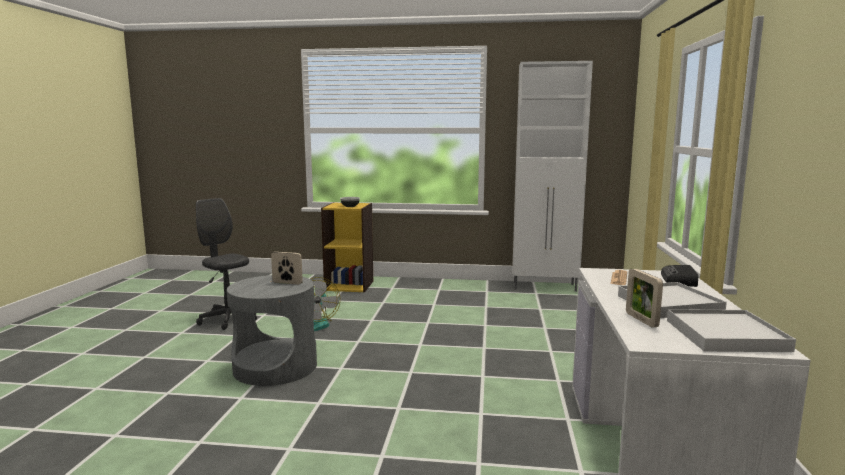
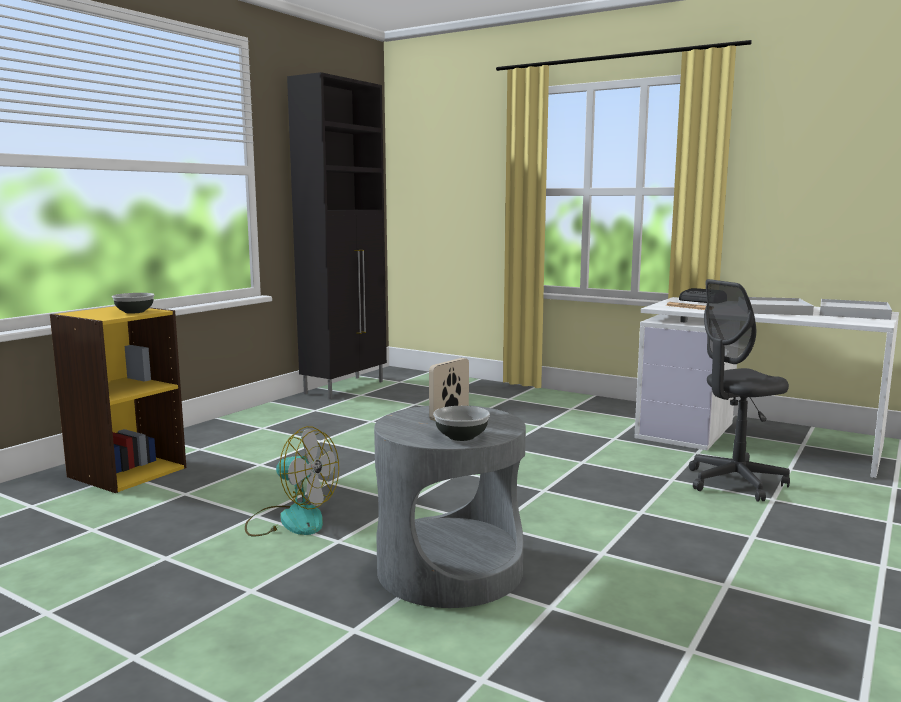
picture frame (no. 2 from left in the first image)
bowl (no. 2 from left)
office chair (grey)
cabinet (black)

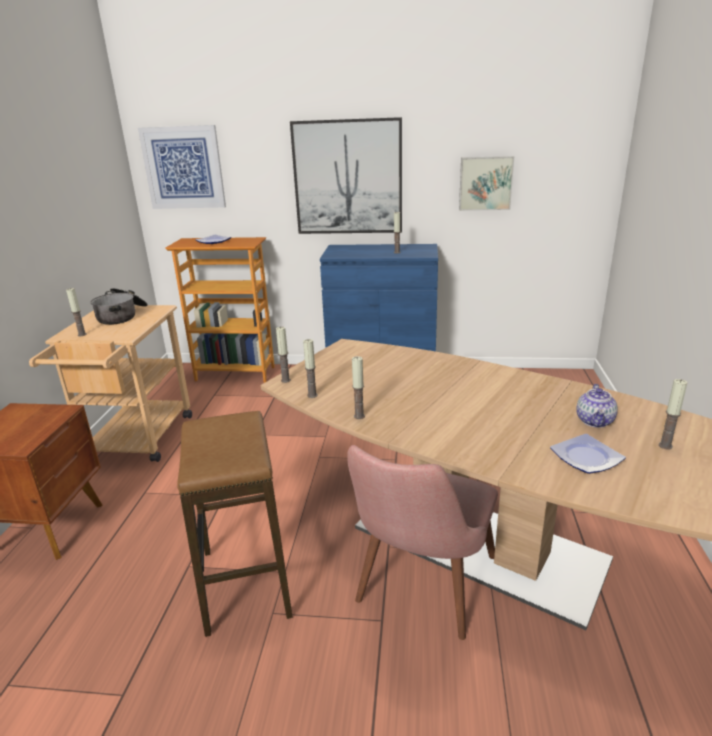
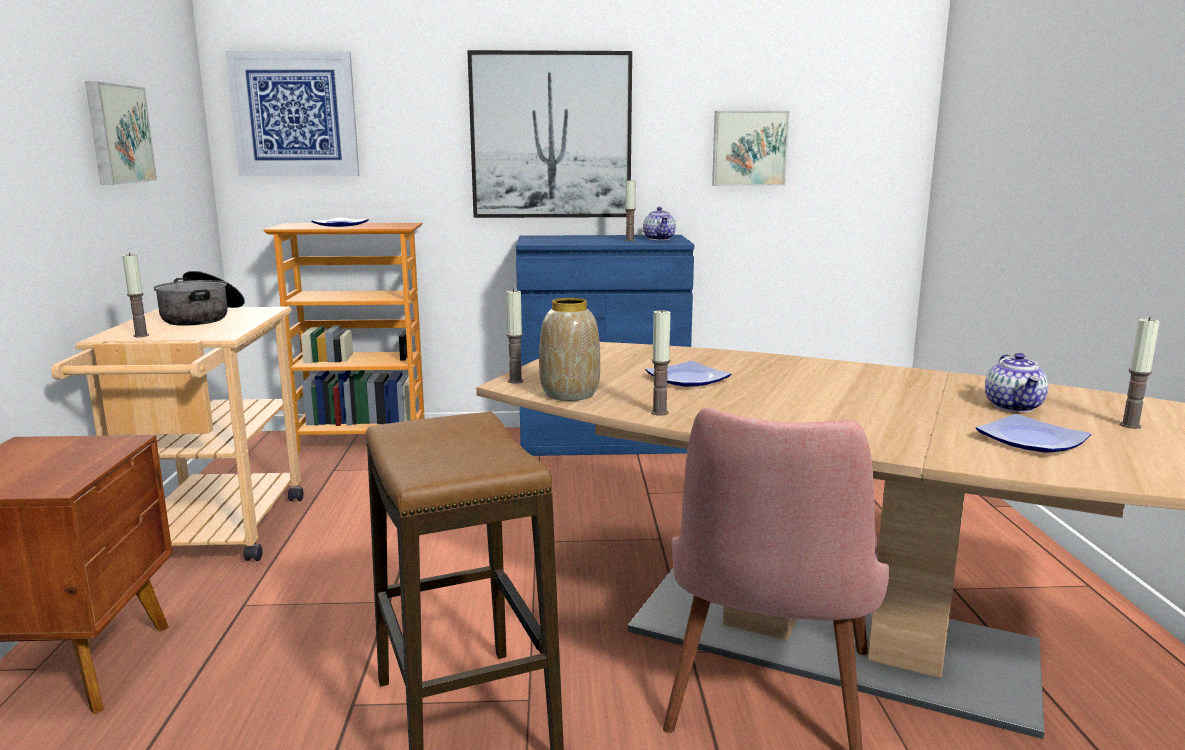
picture (no. 1 from left)
teapot (no. 1 from left)
plate (no. 2 from left)
vase

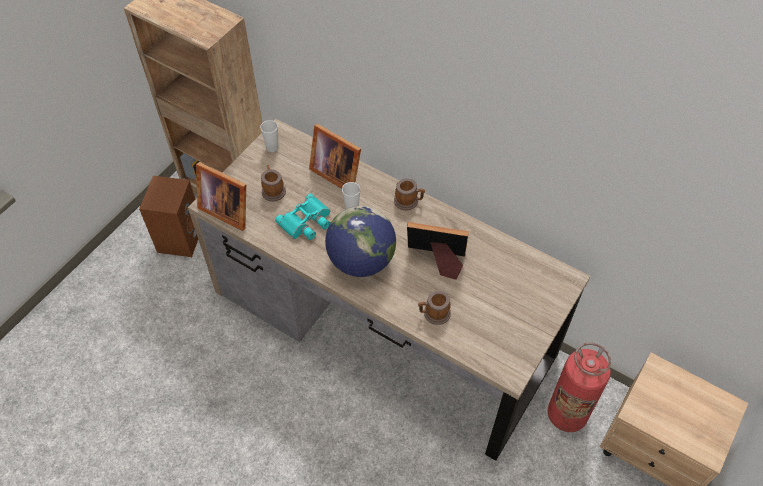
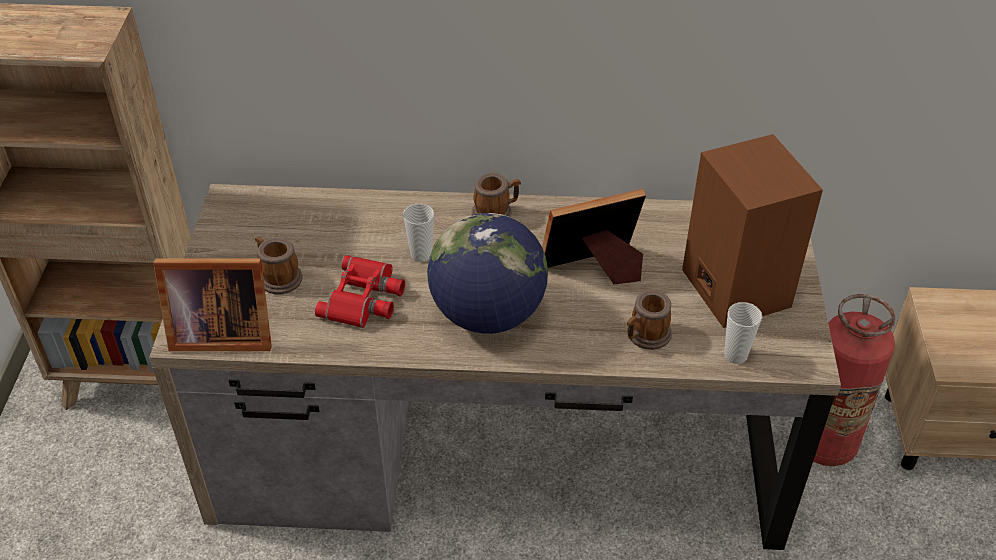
picture frame (no. 2 from left in the first image)
speaker (brown)
cup (no. 2 from left)
binoculars (red)

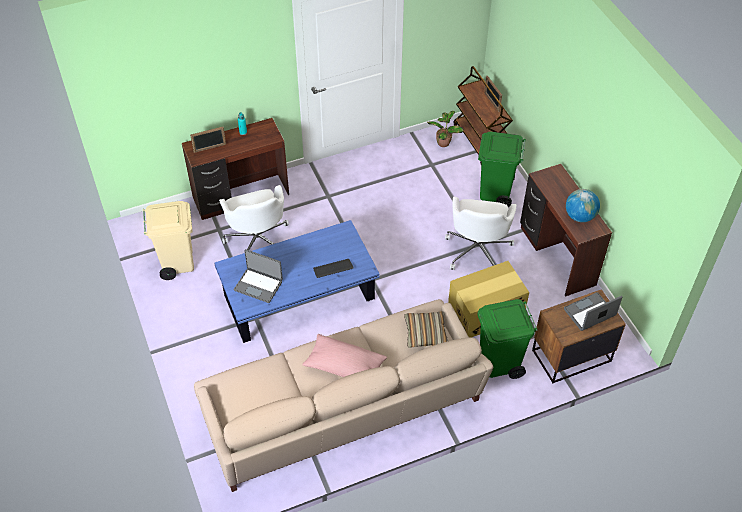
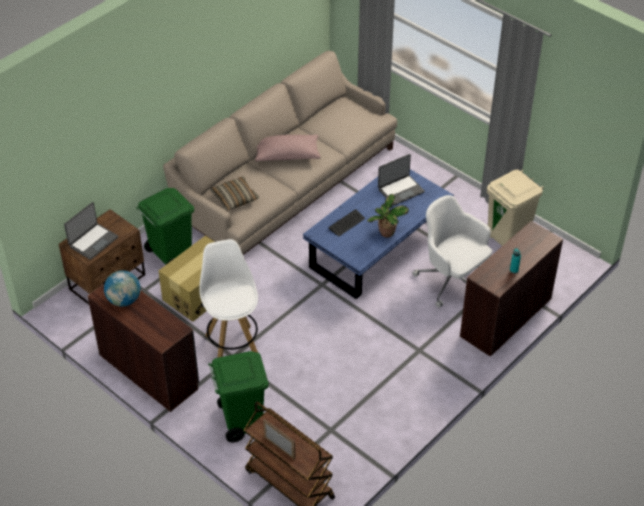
picture frame (no. 1 from left in the first image)
potted plant
stool (white)
laptop (no. 2 from left)

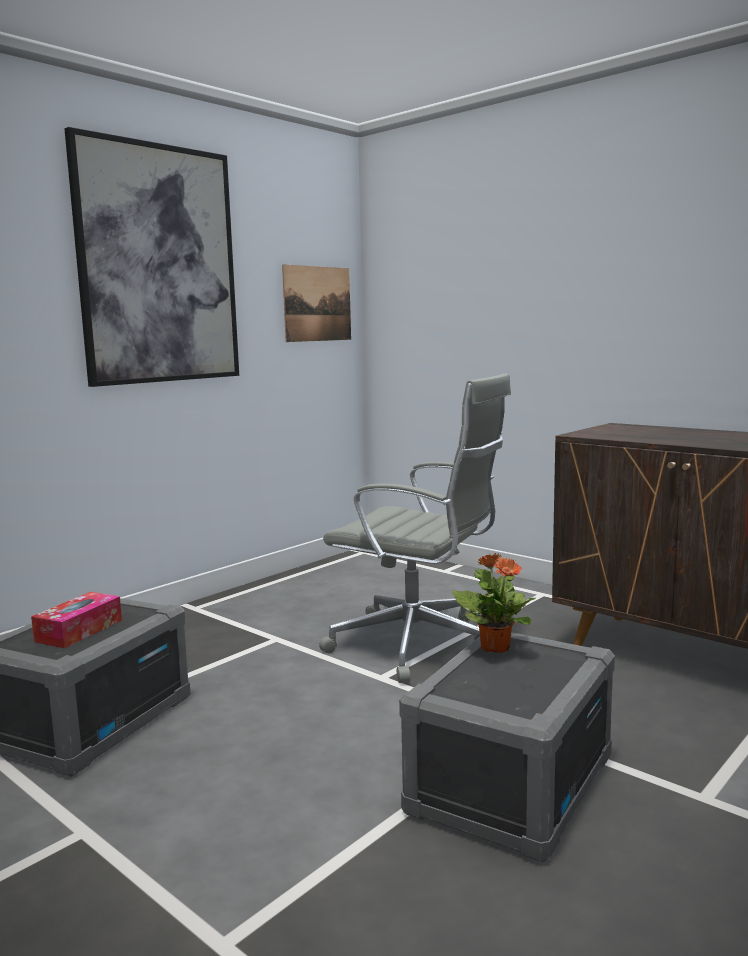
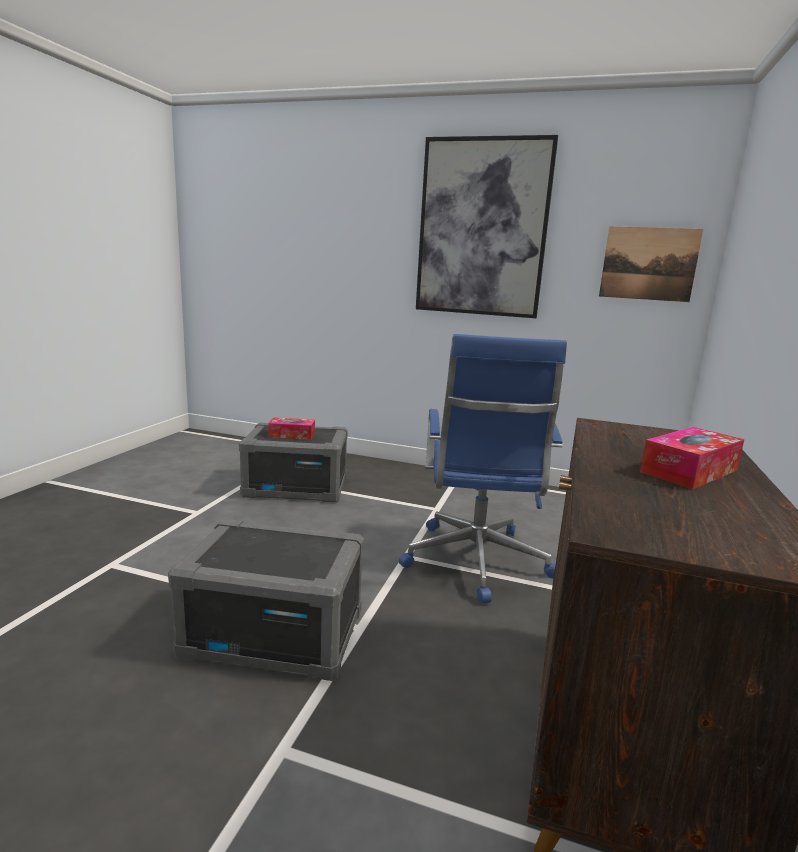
potted plant
tissue box (no. 2 from left)
office chair (blue)

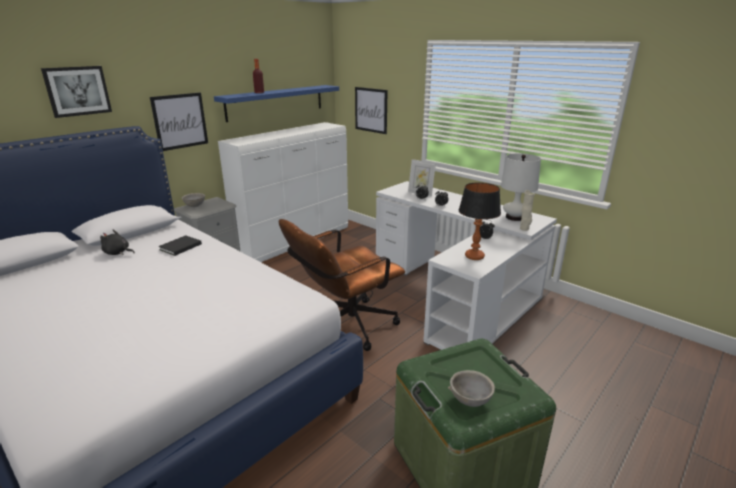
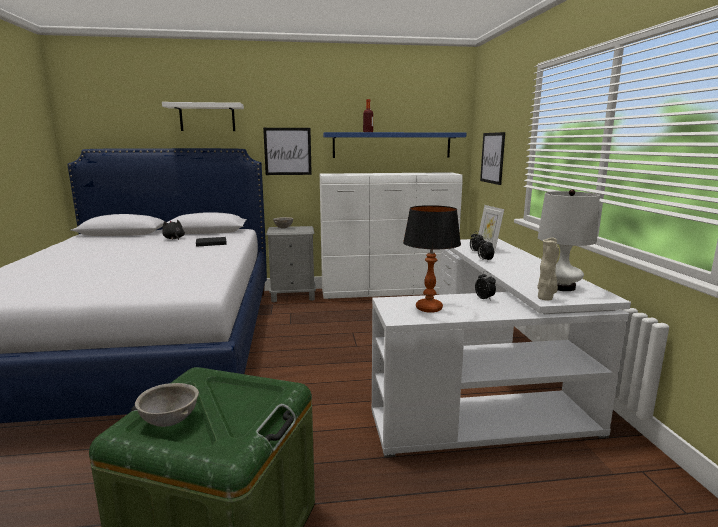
office chair (brown)
shelf (white)

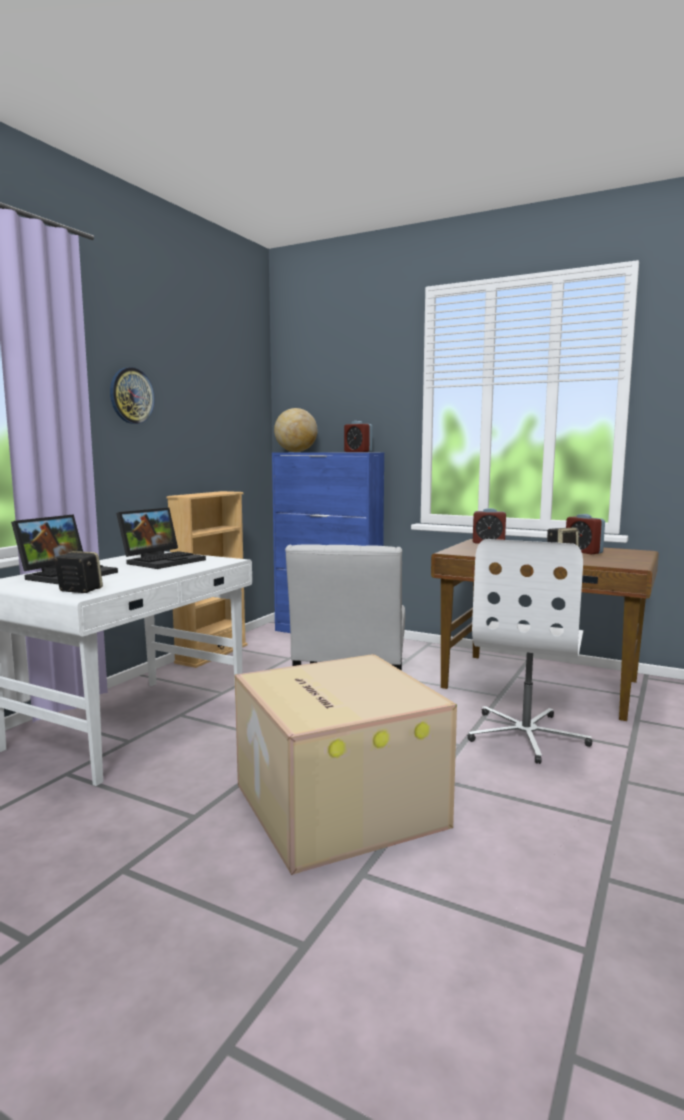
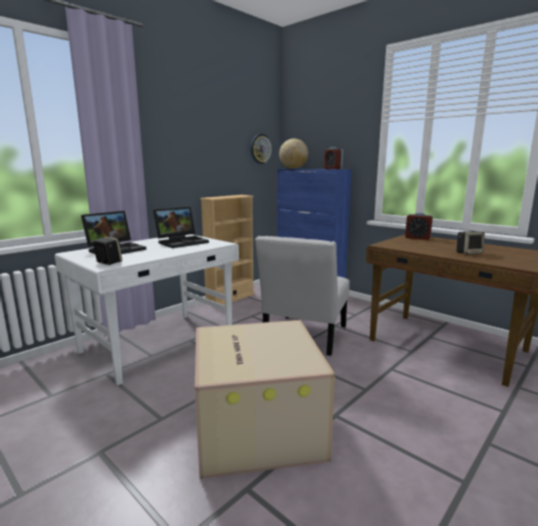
office chair (white)
alarm clock (no. 3 from left in the first image)
wall clock

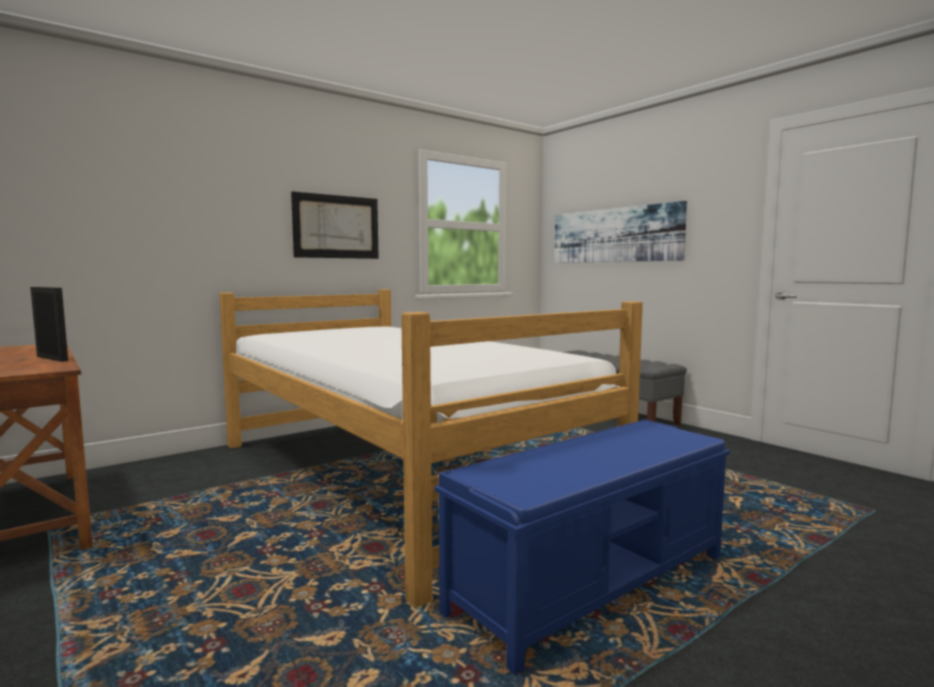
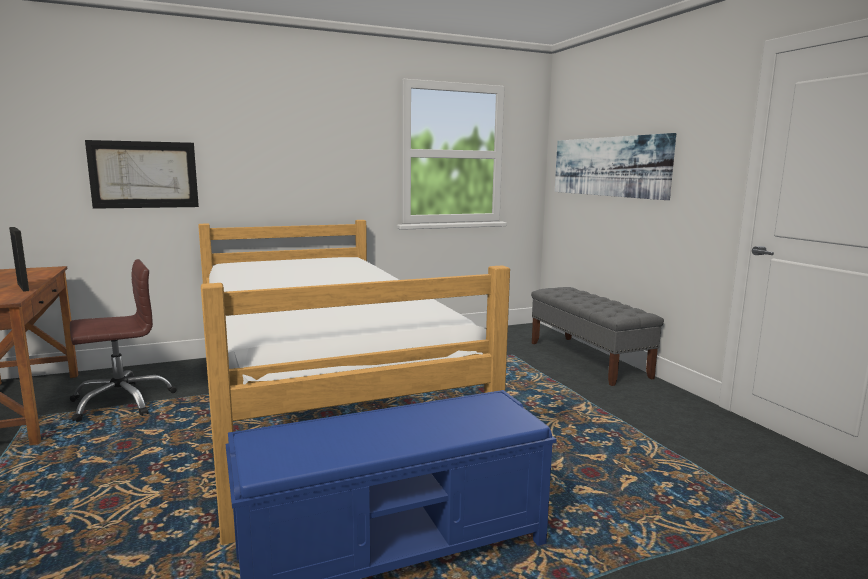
office chair (brown)
picture (no. 1 from left)

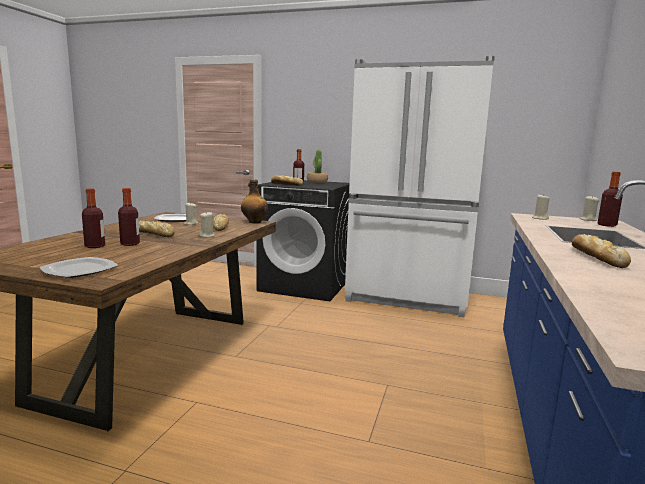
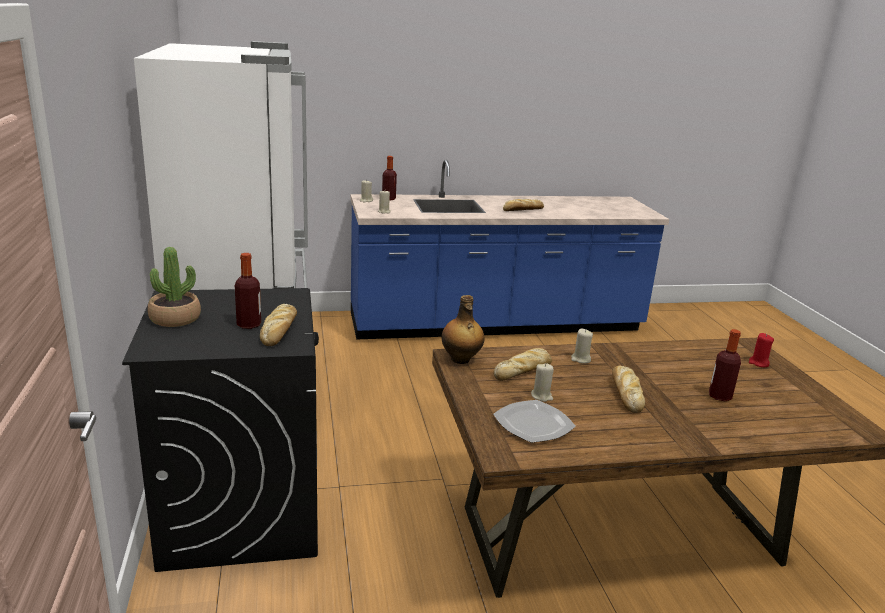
bottle (no. 2 from left in the first image)
candle (red)

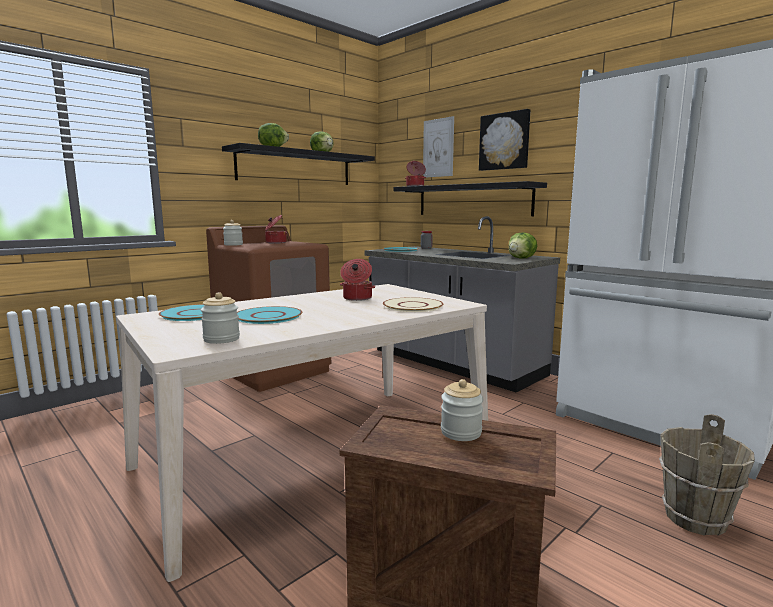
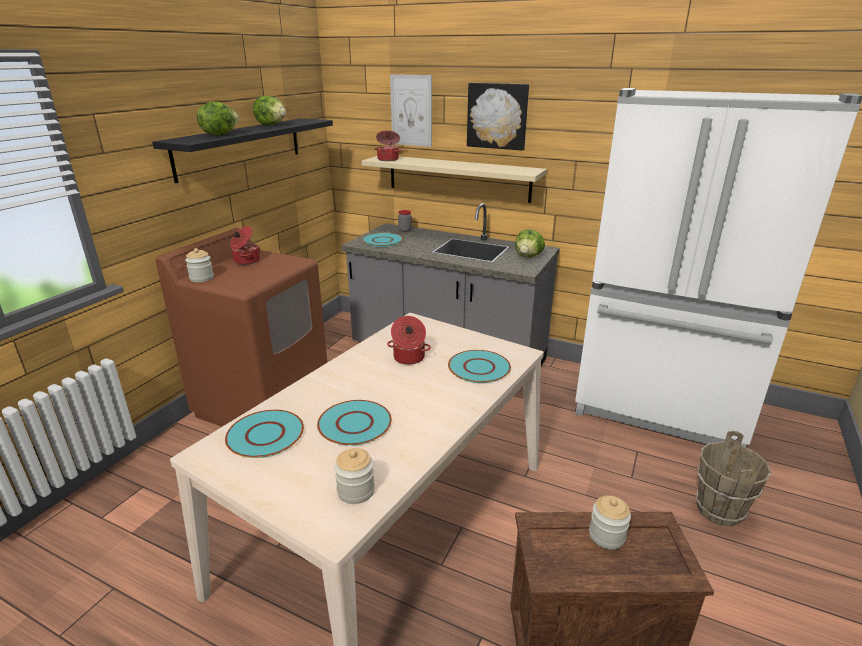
plate (turquoise) (no. 4 from left)
shelf (beige)

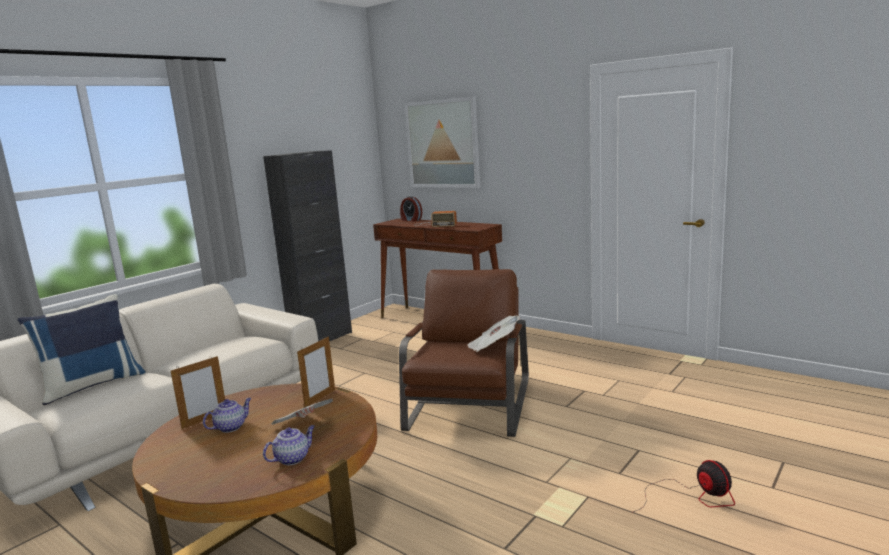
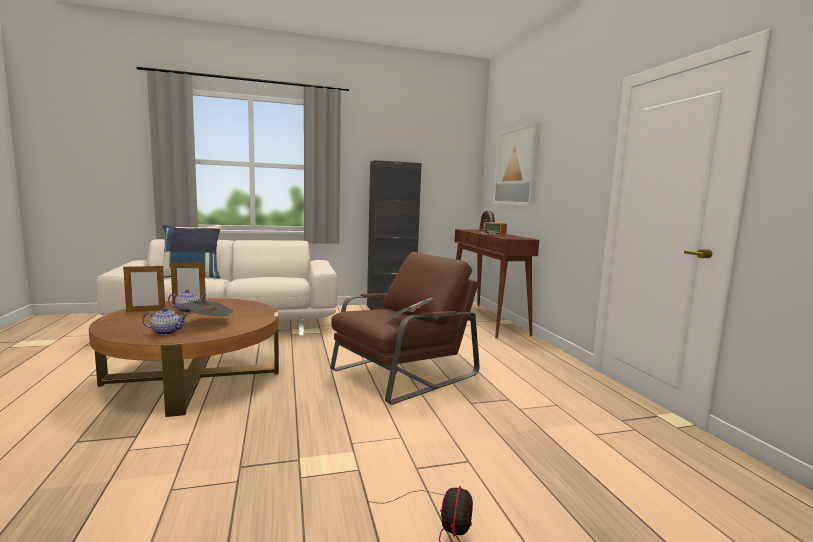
picture frame (no. 1 from left)

